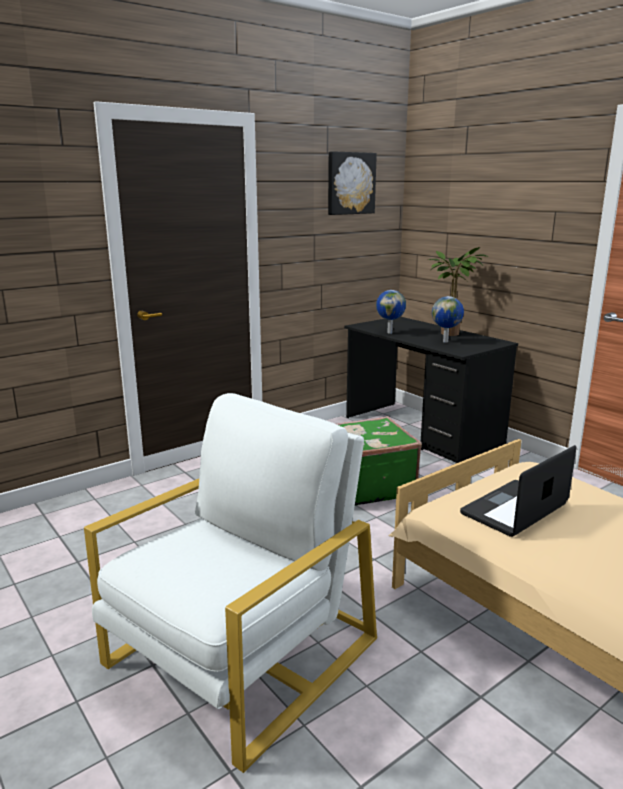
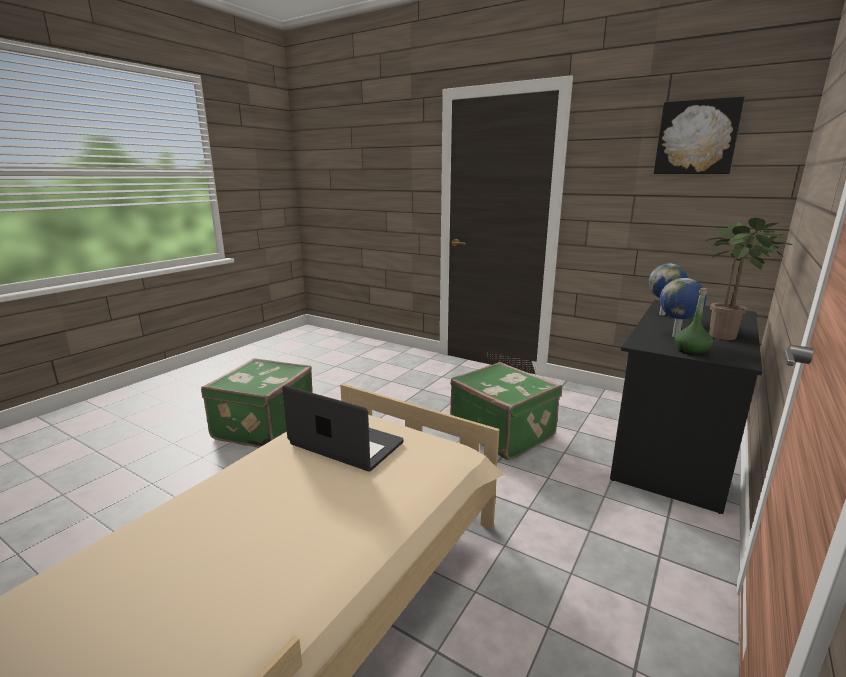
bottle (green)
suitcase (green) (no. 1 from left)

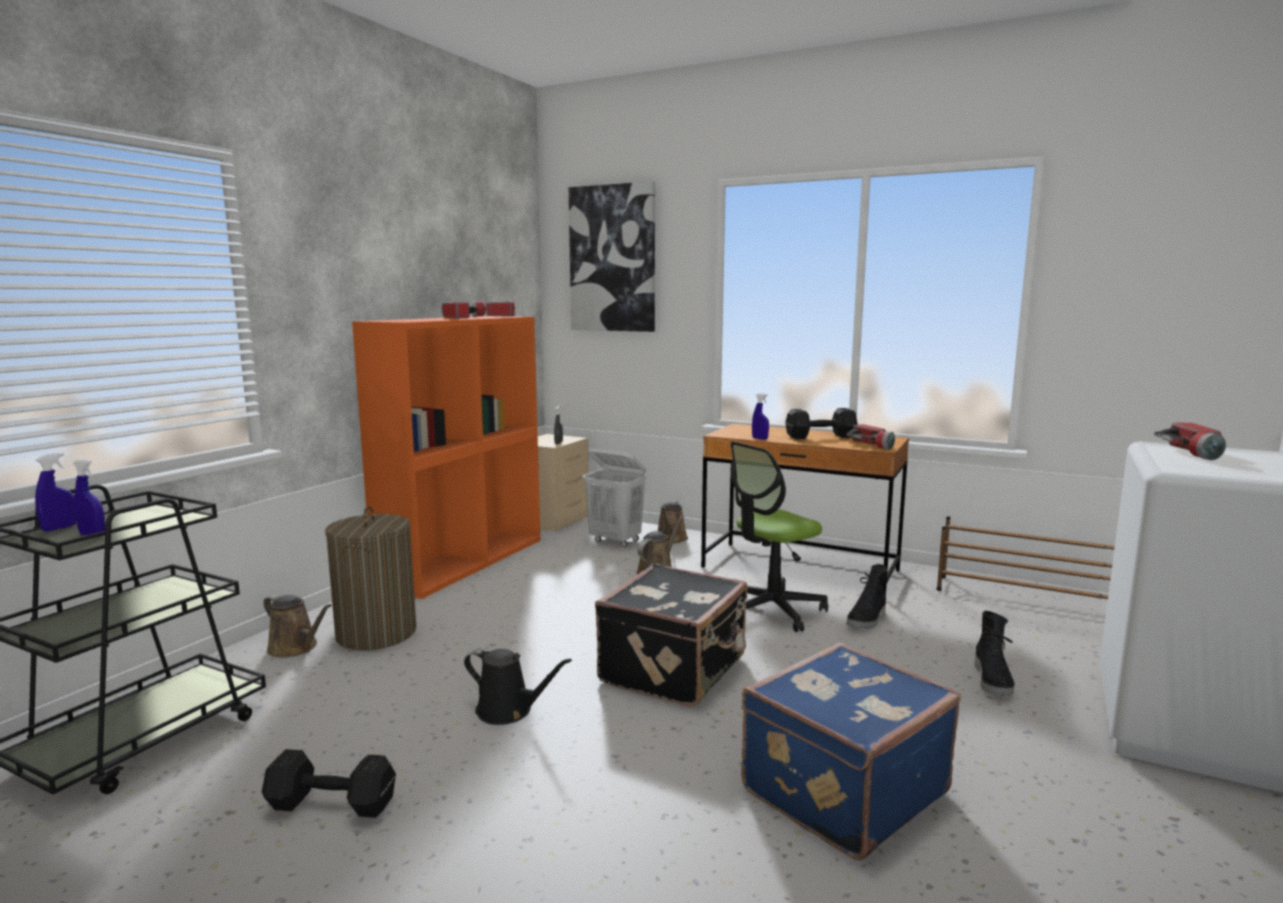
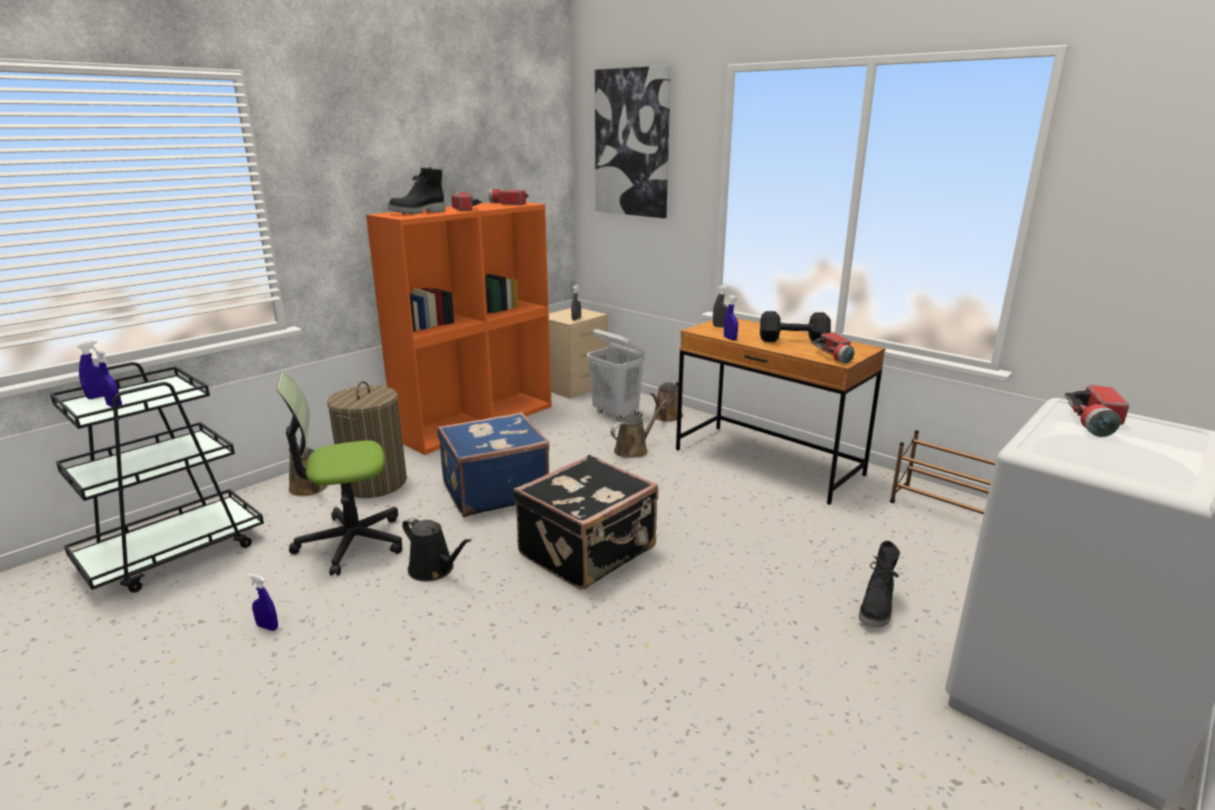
spray bottle (grey) (no. 2 from left)
office chair
suitcase (blue)
boot (black) (no. 1 from left)
spray bottle (blue) (no. 3 from left)

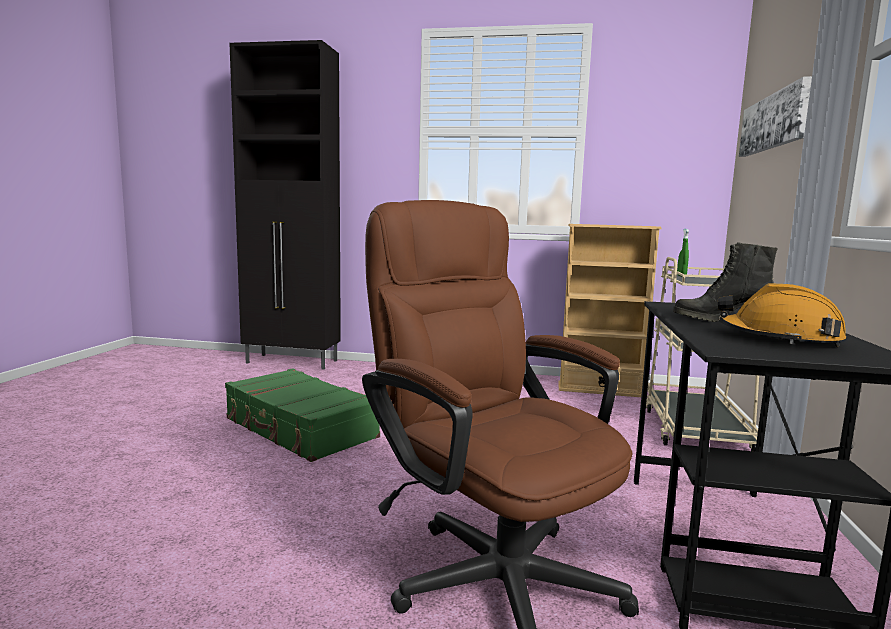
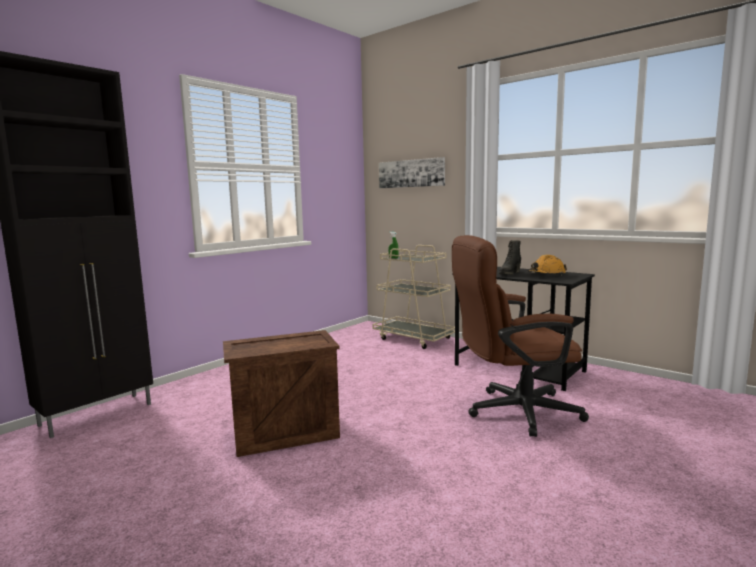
bookcase (beige)
crate

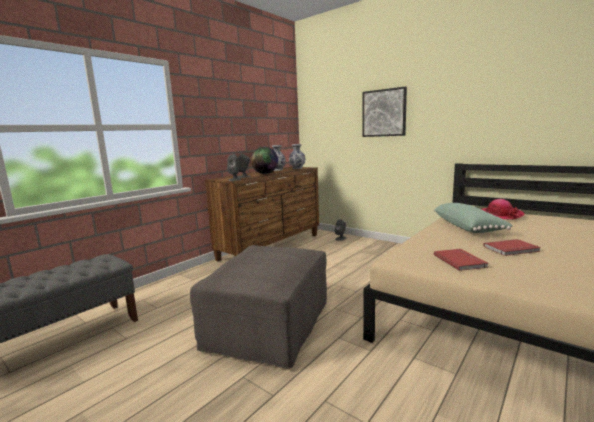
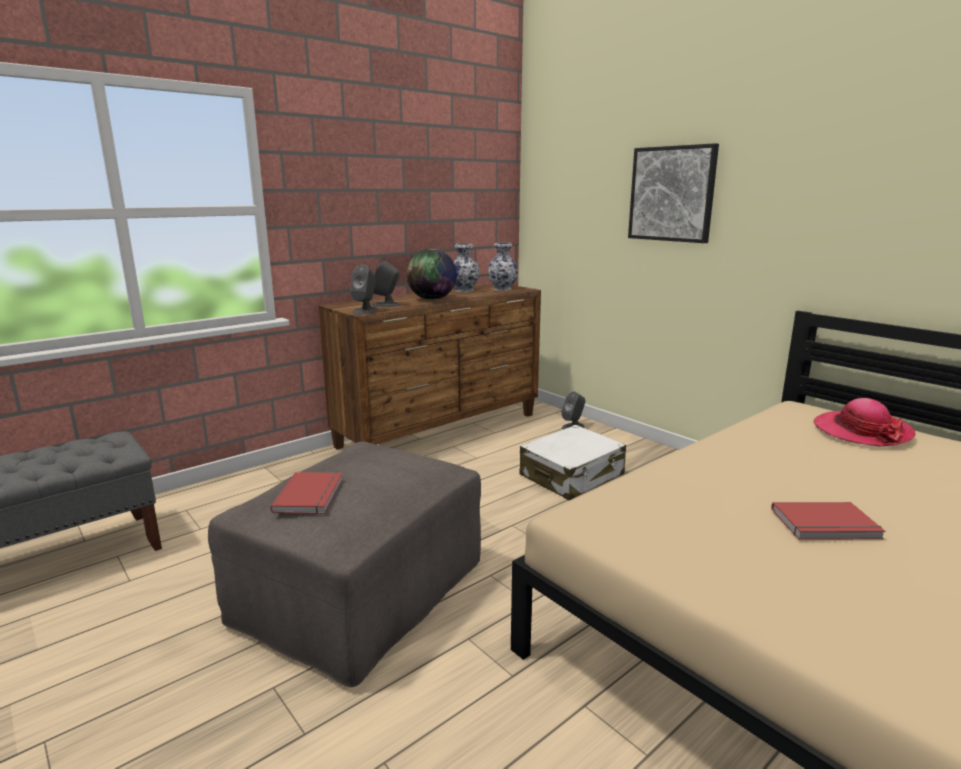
pillow (green)
suitcase (white)
book (red) (no. 1 from left)

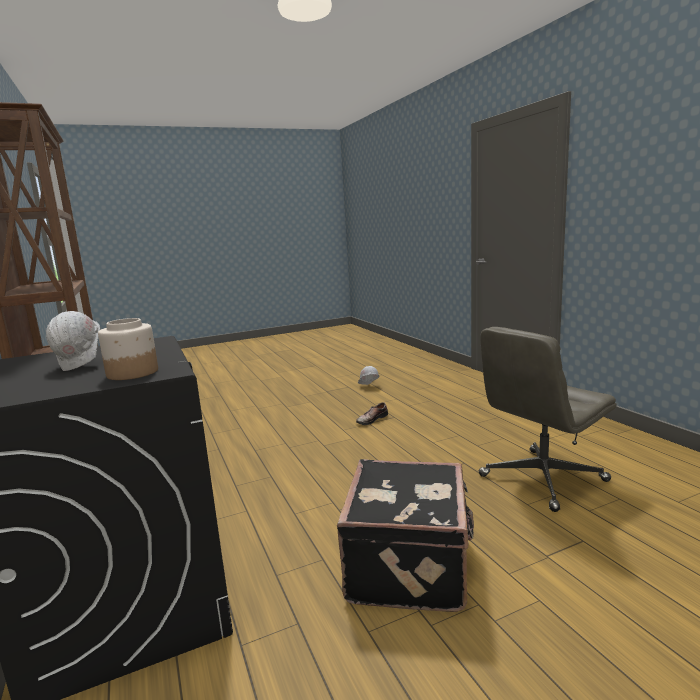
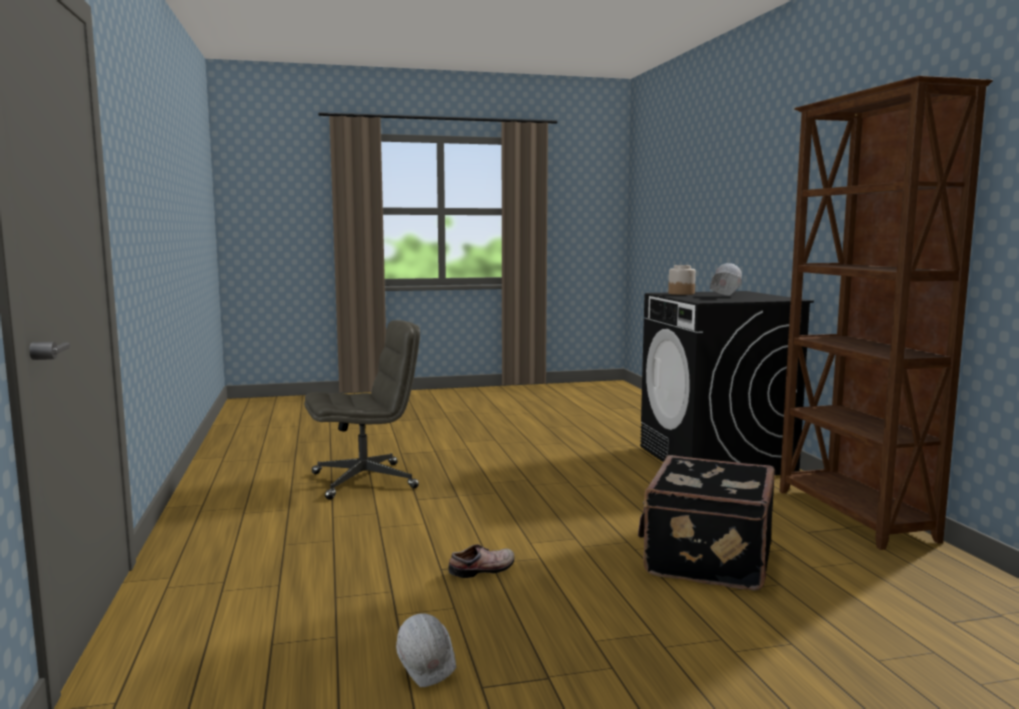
suitcase (black)

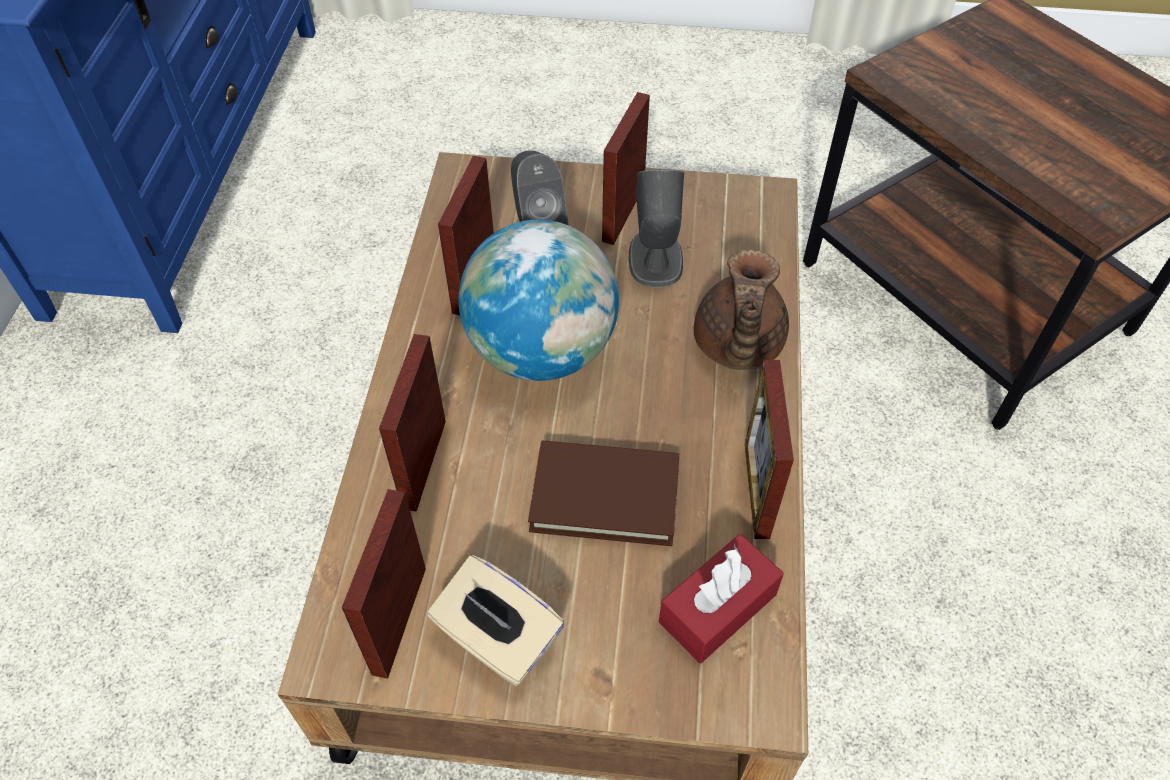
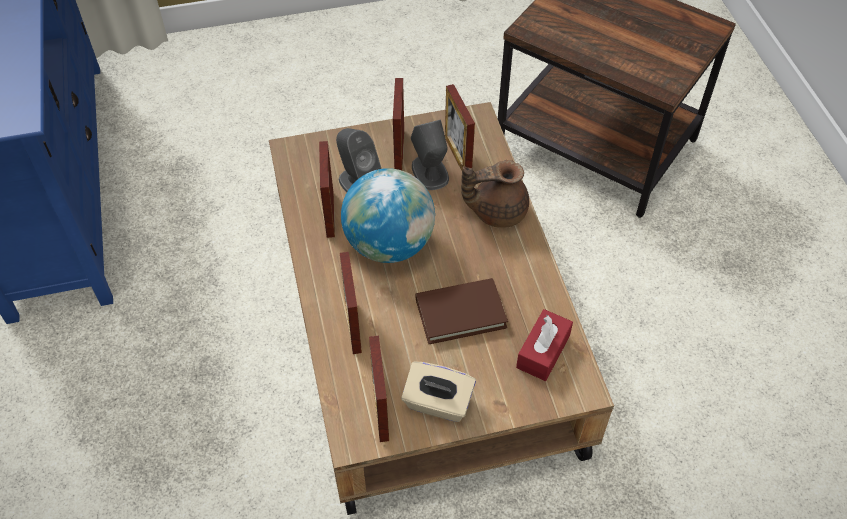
picture frame (no. 5 from left)
teapot (brown)

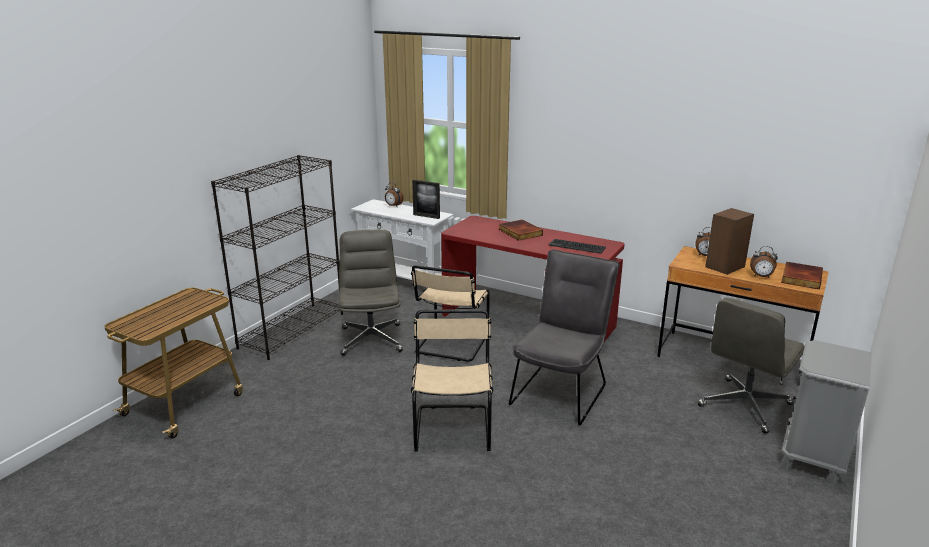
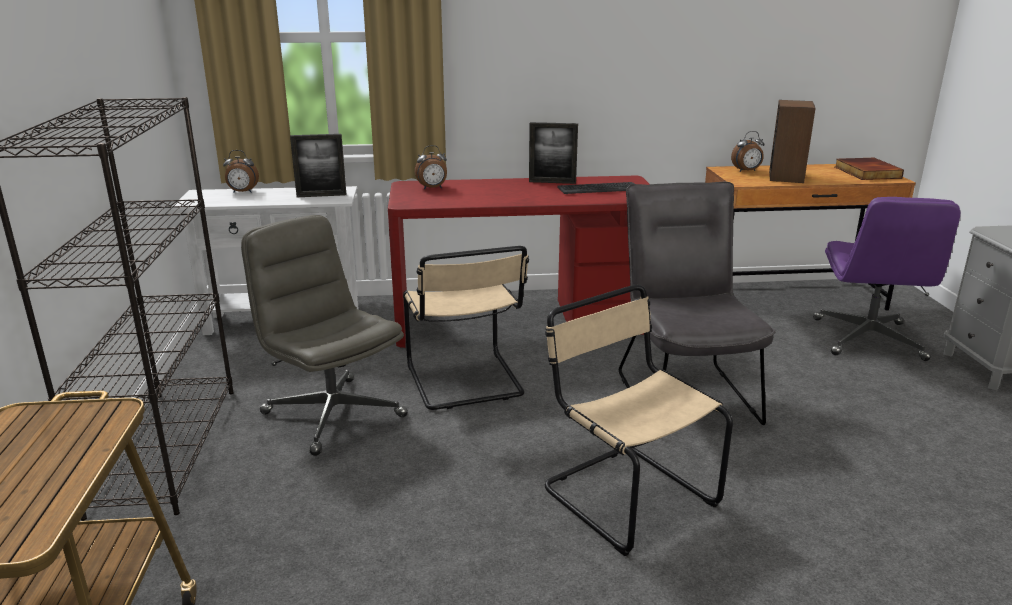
book (no. 1 from left in the first image)
picture frame (no. 2 from left)
alarm clock (no. 2 from left)
office chair (purple)

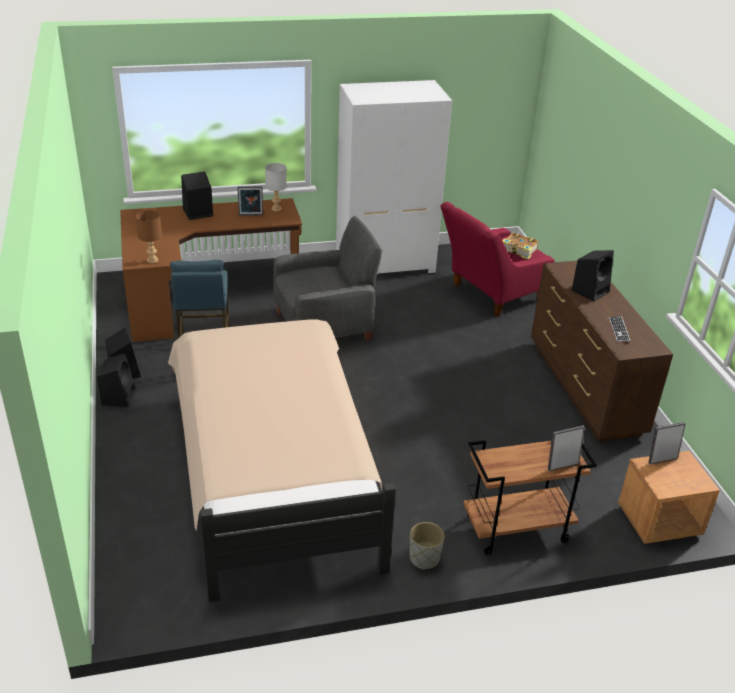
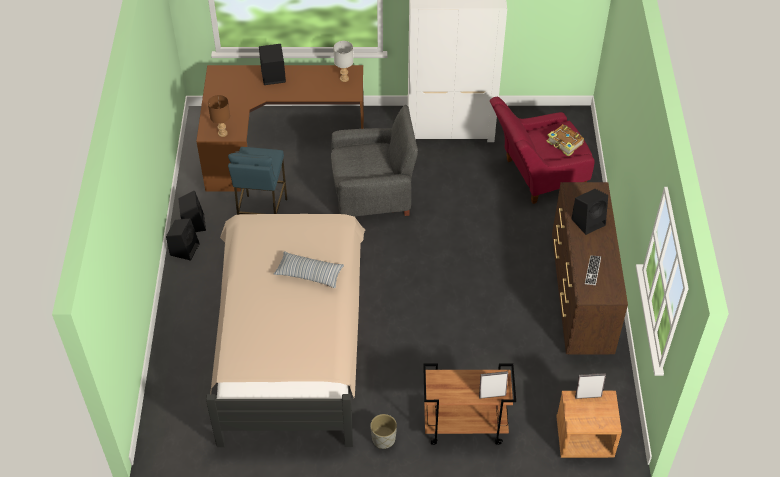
picture frame (no. 1 from left in the first image)
pillow

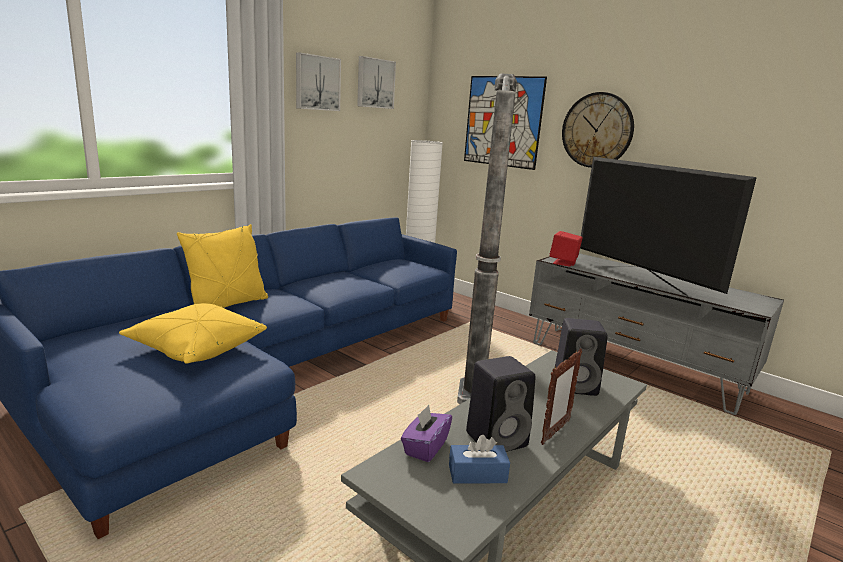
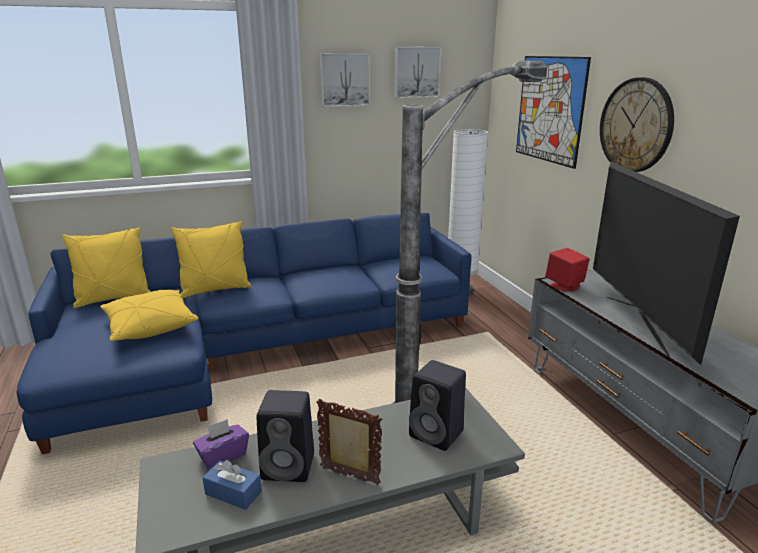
pillow (yellow) (no. 1 from left)
picture frame

